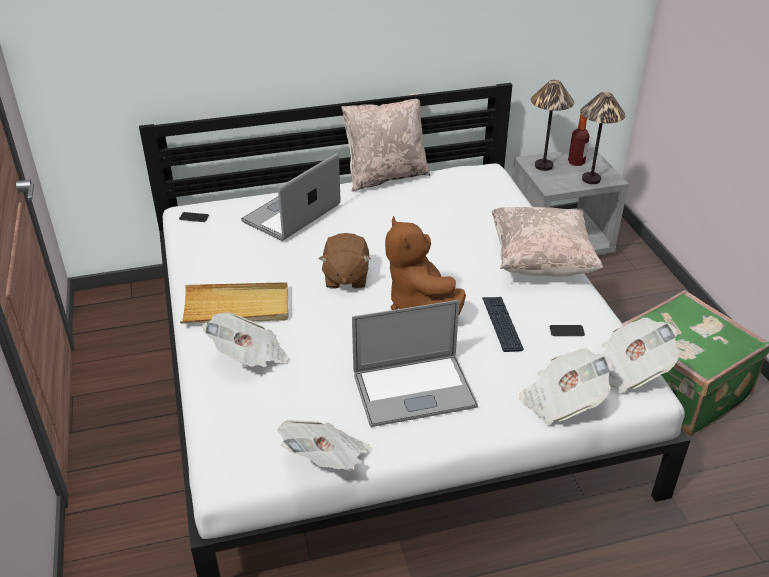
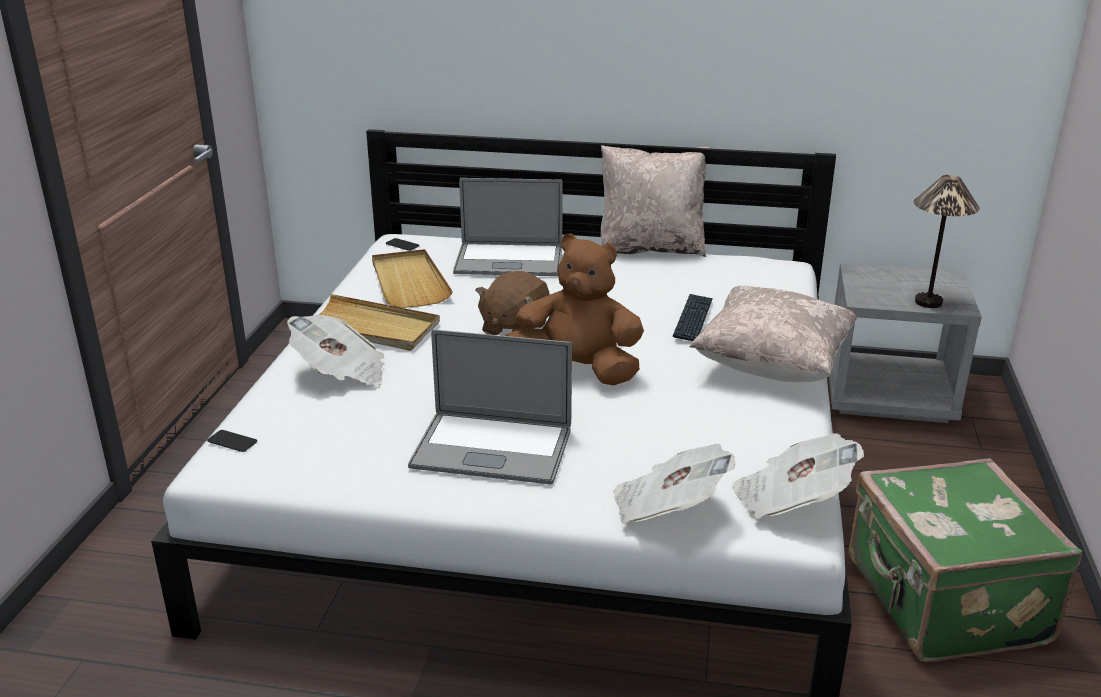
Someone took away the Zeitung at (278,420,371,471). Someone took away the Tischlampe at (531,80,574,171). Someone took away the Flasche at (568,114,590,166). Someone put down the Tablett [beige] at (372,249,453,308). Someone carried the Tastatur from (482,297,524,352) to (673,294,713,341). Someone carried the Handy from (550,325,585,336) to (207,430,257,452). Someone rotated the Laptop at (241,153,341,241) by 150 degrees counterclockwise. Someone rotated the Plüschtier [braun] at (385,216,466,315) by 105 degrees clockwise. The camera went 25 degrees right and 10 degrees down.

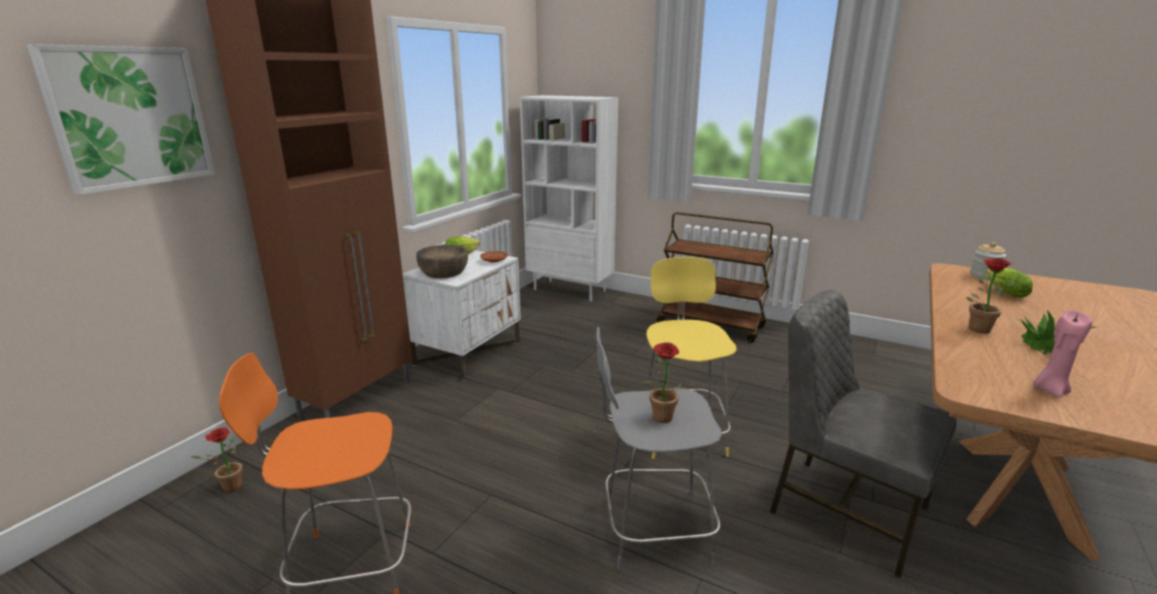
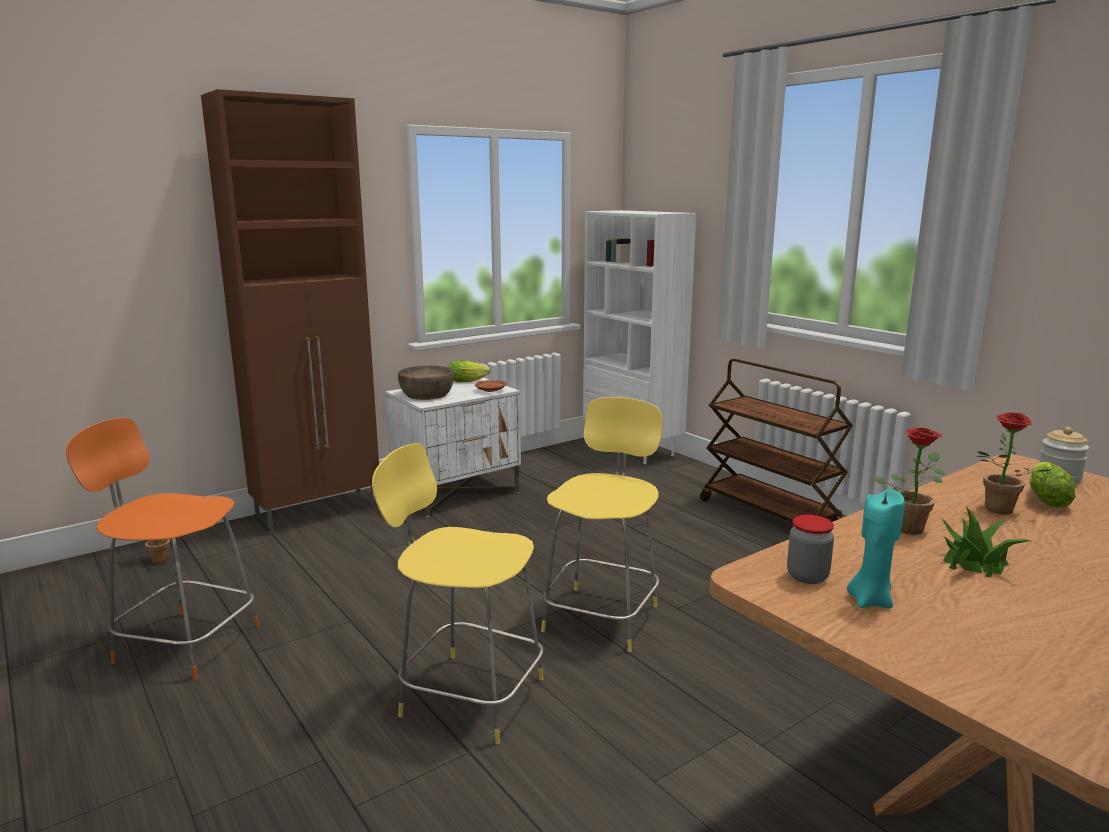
Someone took away the Bild at (27,44,215,195). Someone took away the Stuhl [grau] at (769,290,957,578). Someone put down the Vorratsglas at (787,515,834,584). Someone carried the Topfpflanze from (644,343,695,423) to (977,412,1050,514). Someone repainted the Hocker [grau] at (596,327,722,569), which became the Hocker [gelb] at (372,443,544,744). Someone repainted the Kerze [rosa] at (1033,310,1092,397), which became the Kerze [türkis] at (847,489,905,609). The camera went 25 degrees right and 5 degrees down.

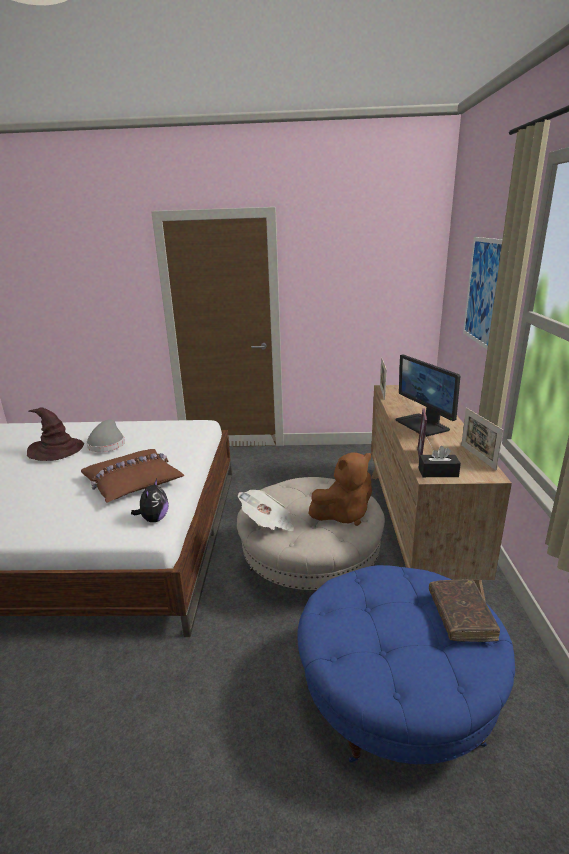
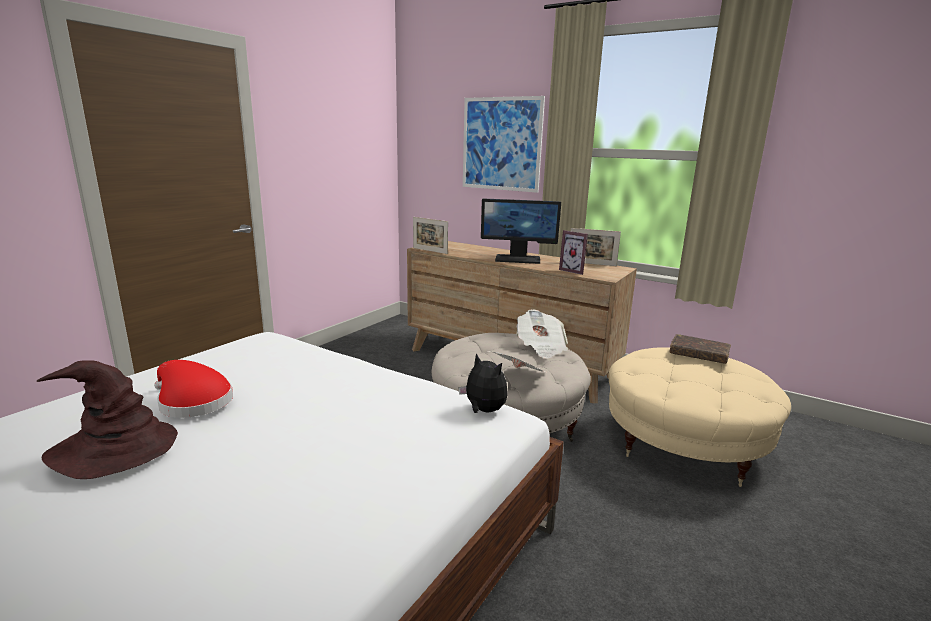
Someone took away the Kissen [braun] at (81,449,184,502). Someone took away the Taschentuchbox [schwarz] at (419,446,461,477). Someone swapped the Plüschtier [braun] at (309,452,372,526) for the Zeitung at (516,309,568,359). Someone repainted the Hut [grau] at (86,419,125,452), which became the Hut [rot] at (154,360,233,418). Someone repainted the Polsterhocker [blau] at (298,565,515,764), which became the Polsterhocker [beige] at (608,347,791,487). The camera went 60 degrees left and 5 degrees down.

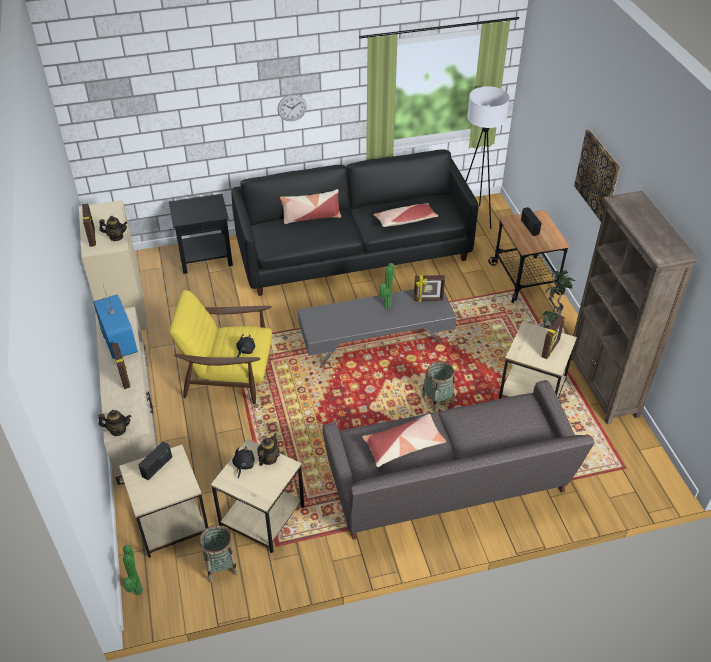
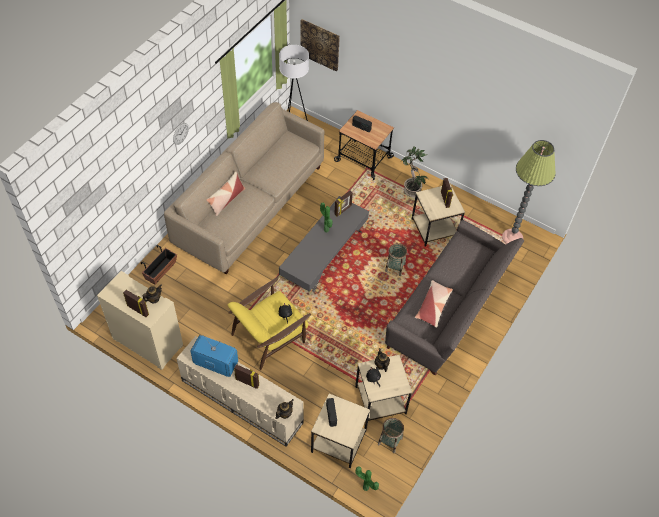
Someone took away the Kissen at (373,203,438,227). Someone took away the Bücherregal [braun] at (571,191,699,424). Someone put down the Stehlampe at (502,140,556,244). Someone carried the Bild from (574,130,621,221) to (301,19,340,72). Someone swapped the Beistelltisch [schwarz] at (169,194,233,274) for the Pflanzkübel at (141,245,177,285). Someone repainted the Sofa [schwarz] at (231,149,478,296), which became the Sofa [beige] at (164,102,324,274). The camera went 45 degrees left and 10 degrees up.

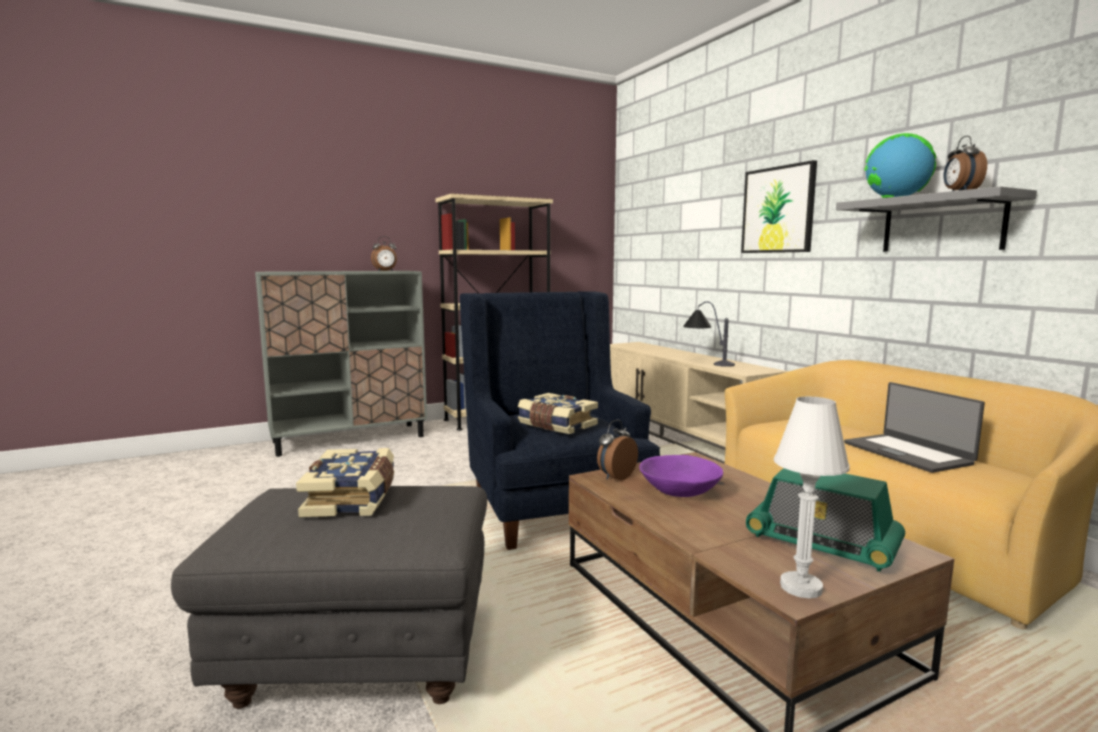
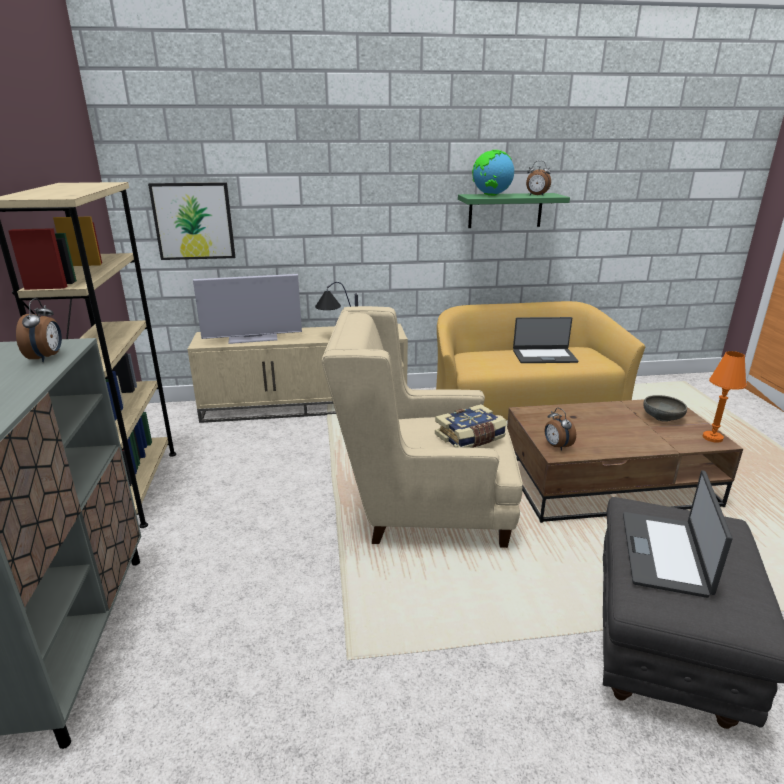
Someone took away the Schüssel [lila] at (639,455,723,497). Someone put down the Fernseher at (193,274,302,344). Someone carried the Bild from (741,160,817,253) to (148,182,235,260). Someone swapped the Buch at (296,448,395,518) for the Laptop at (623,470,733,598). Someone swapped the Radio at (746,468,905,572) for the Schüssel [grau] at (643,395,687,422). Someone repainted the Sessel [blau] at (460,291,660,550), which became the Sessel [beige] at (322,306,523,548). Someone repainted the Tischlampe [weiß] at (774,397,850,599), which became the Tischlampe [orange] at (703,351,746,443). Someone repainted the Wandregal [grau] at (836,186,1037,252), which became the Wandregal [grün] at (458,193,570,228). The camera went 70 degrees left and 15 degrees up.

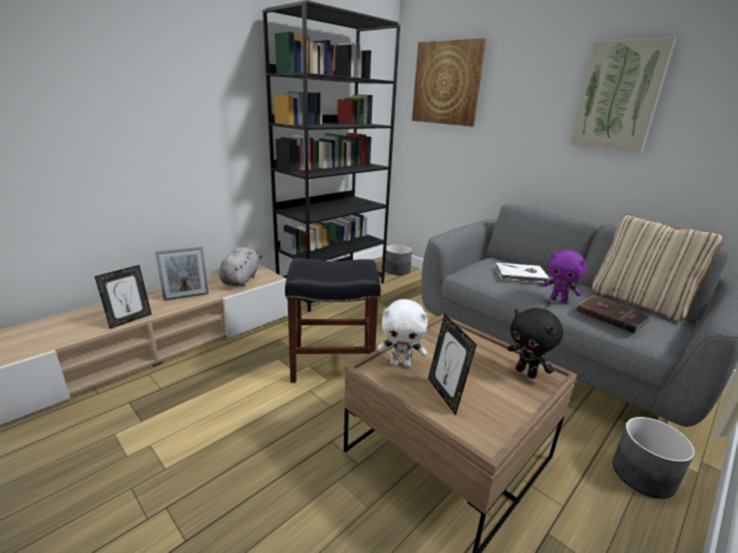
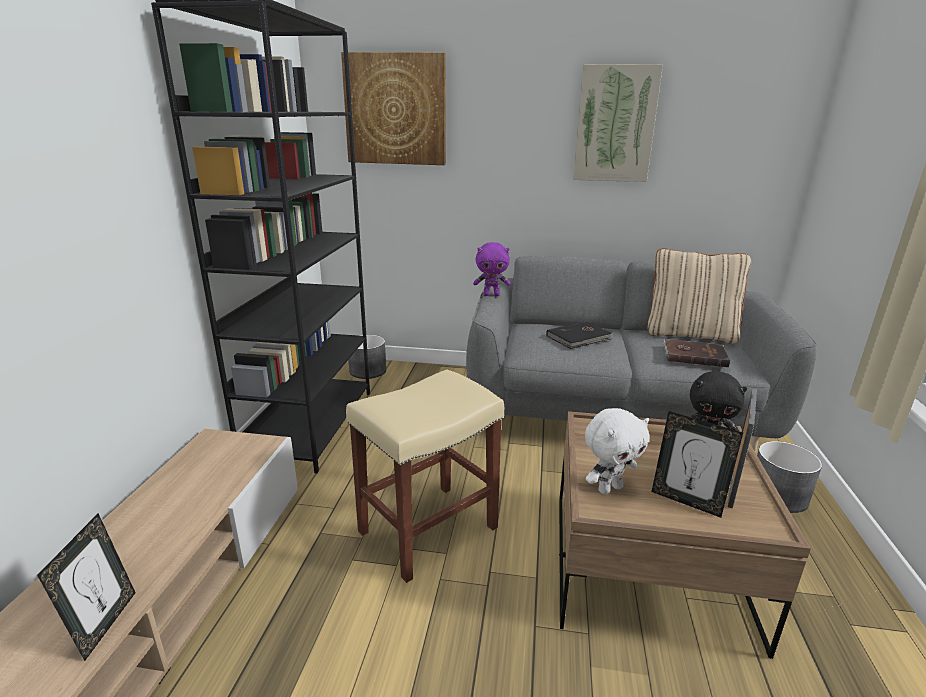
Someone took away the Plüschtier [grau] at (219,247,263,287). Someone carried the Bilderrahmen from (155,247,209,301) to (728,389,757,508). Someone carried the Plüschtier [lila] from (542,250,586,303) to (473,242,511,296). Someone repainted the Hocker [schwarz] at (285,258,381,383), which became the Hocker [beige] at (346,369,504,583). Someone repainted the Buch [weiß] at (495,263,551,283), which became the Buch [schwarz] at (546,321,613,349). The camera went 35 degrees left and 0 degrees up.

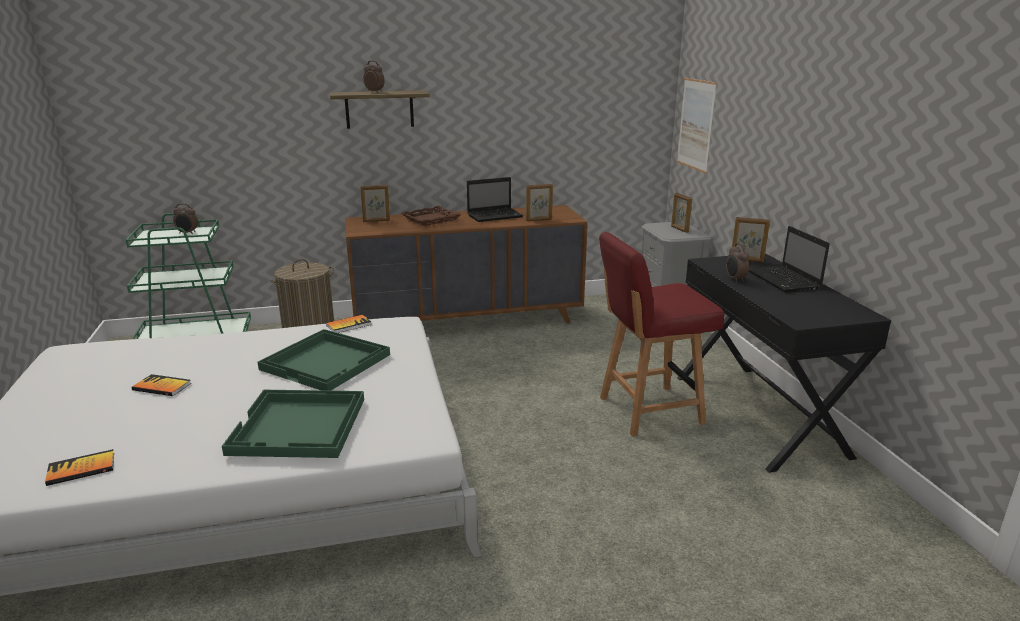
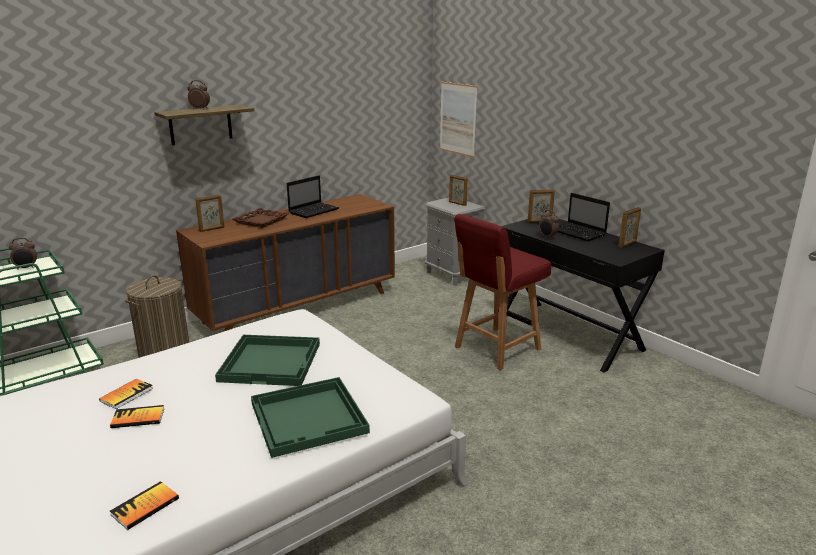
Someone carried the Buch from (326,315,371,333) to (99,379,153,409). Someone carried the Bilderrahmen from (526,184,553,221) to (618,207,641,248). The camera went 25 degrees left and 0 degrees up.

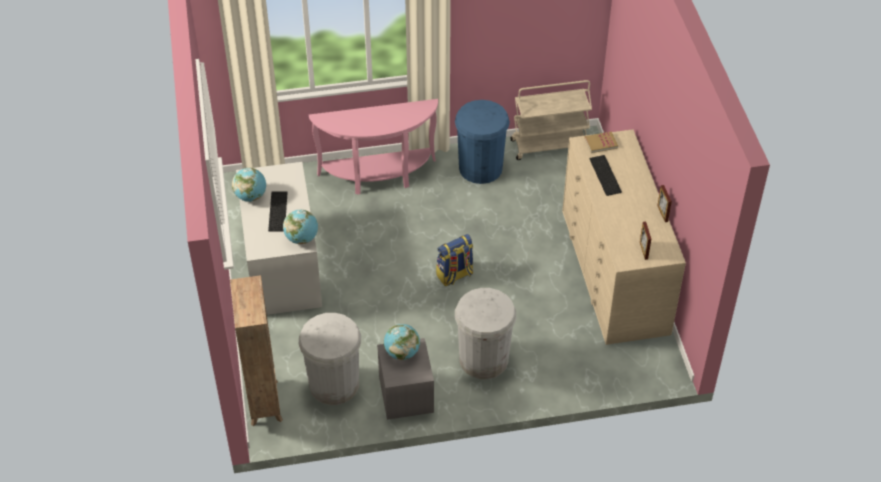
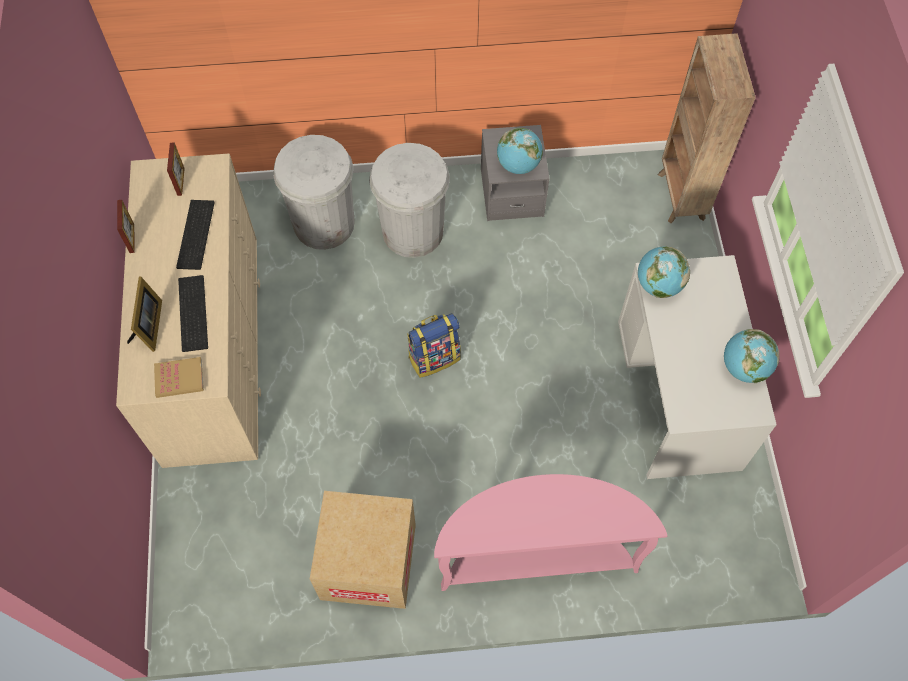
Someone took away the Rollwagen [beige] at (510,80,592,160). Someone put down the Bilderrahmen at (127,276,162,352). Someone carried the Tastatur from (268,191,288,232) to (176,200,215,270). Someone carried the Mülleimer [weiß] from (299,313,361,405) to (273,135,355,250). Someone swapped the Mülleimer [blau] at (455,100,510,184) for the Karton at (310,491,416,609). The camera went 175 degrees left and 15 degrees up.

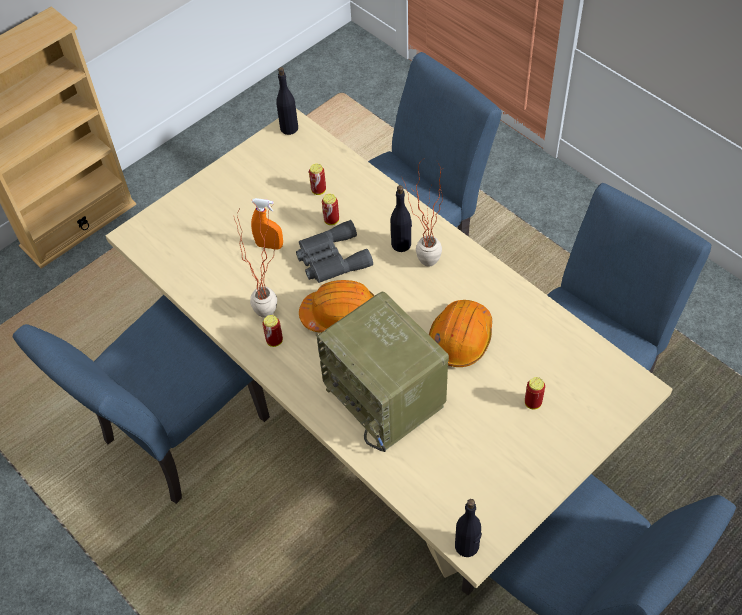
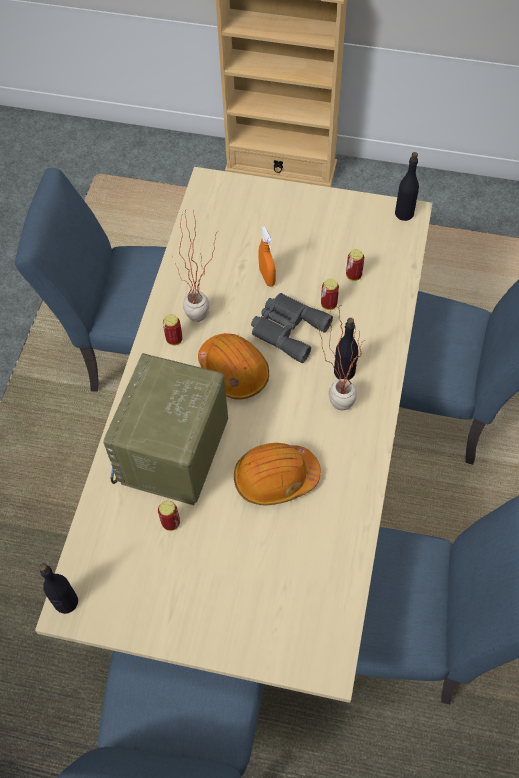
Someone carried the Dose from (525,377,545,410) to (158,501,180,531). The camera went 55 degrees right and 5 degrees up.

